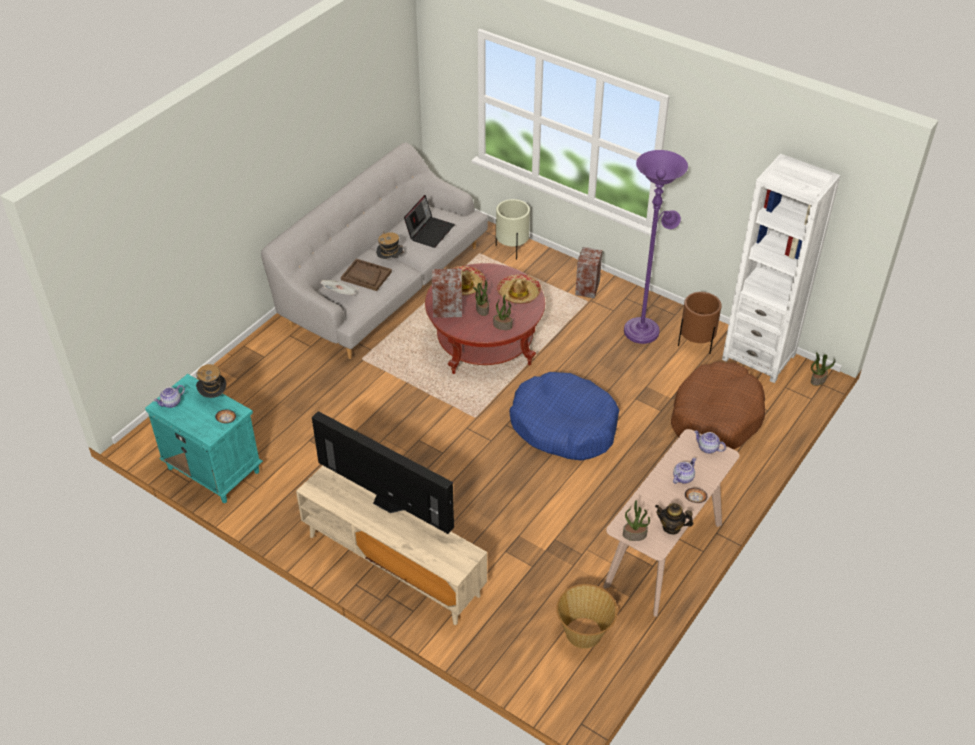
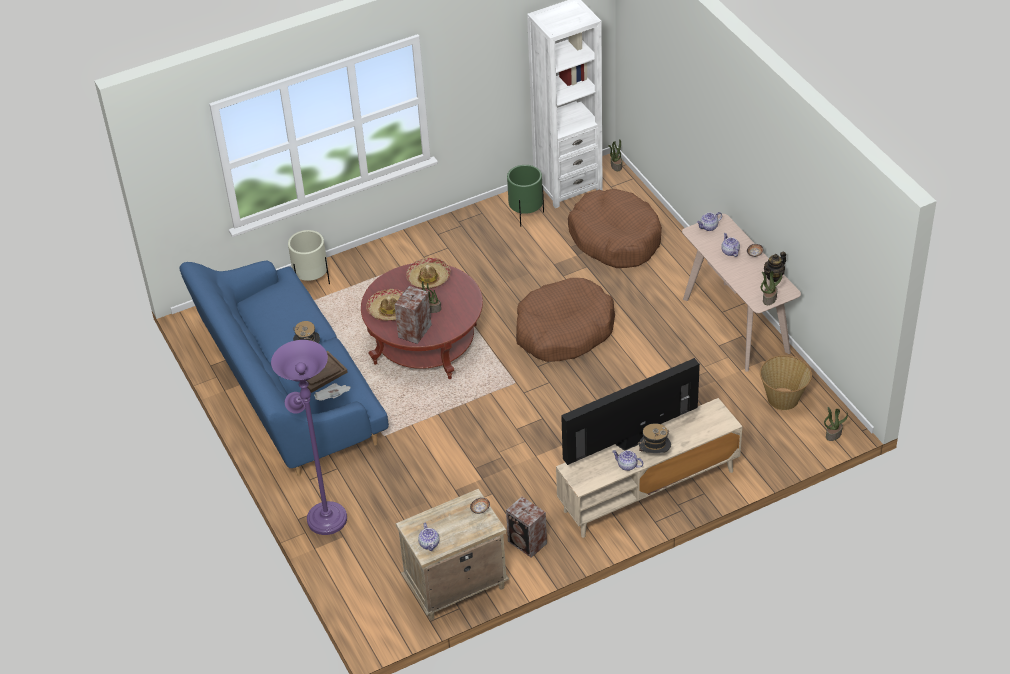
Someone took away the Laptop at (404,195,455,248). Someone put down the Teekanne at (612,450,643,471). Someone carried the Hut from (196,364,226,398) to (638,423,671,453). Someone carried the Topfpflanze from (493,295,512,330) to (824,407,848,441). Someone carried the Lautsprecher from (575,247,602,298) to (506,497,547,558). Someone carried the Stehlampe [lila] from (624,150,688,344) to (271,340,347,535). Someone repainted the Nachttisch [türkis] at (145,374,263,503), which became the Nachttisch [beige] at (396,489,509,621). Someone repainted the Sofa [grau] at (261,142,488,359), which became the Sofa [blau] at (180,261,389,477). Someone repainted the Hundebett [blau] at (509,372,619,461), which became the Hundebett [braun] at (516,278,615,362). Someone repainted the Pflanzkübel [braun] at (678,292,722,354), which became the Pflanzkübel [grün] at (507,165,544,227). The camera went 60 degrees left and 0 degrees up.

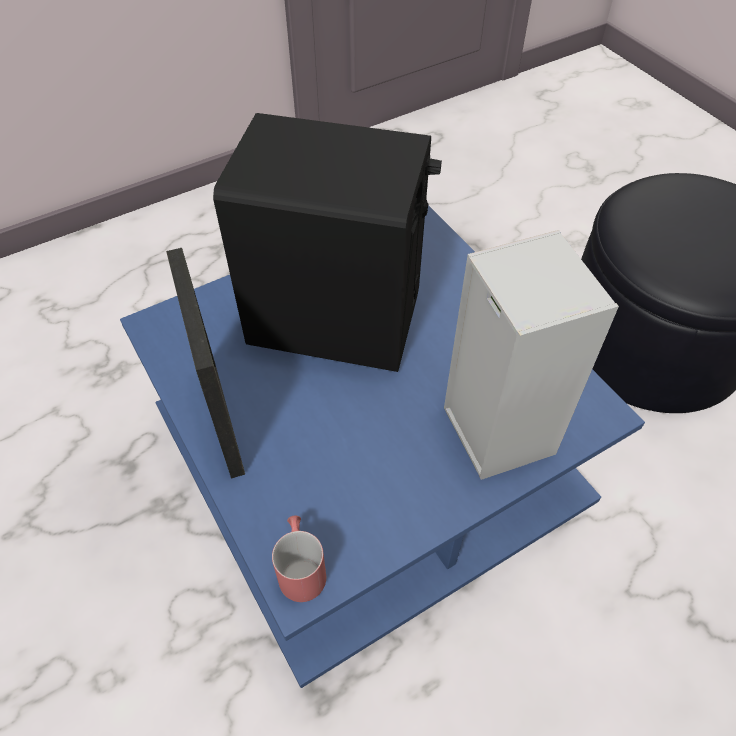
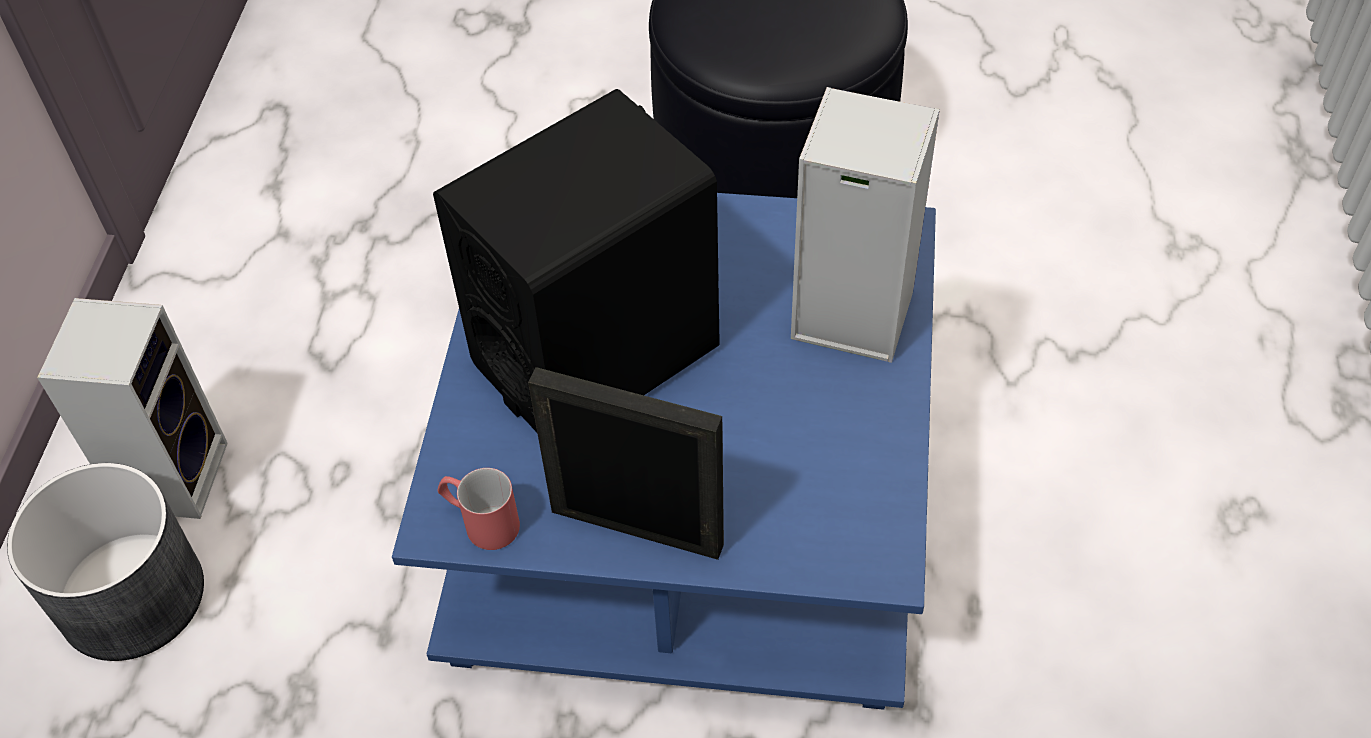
Someone put down the Pflanzkübel [grau] at (7,463,204,661). Someone put down the Lautsprecher at (37,298,228,519). Someone carried the Henkelbecher [rot] from (272,516,326,602) to (438,468,520,550). The camera went 50 degrees left and 0 degrees up.

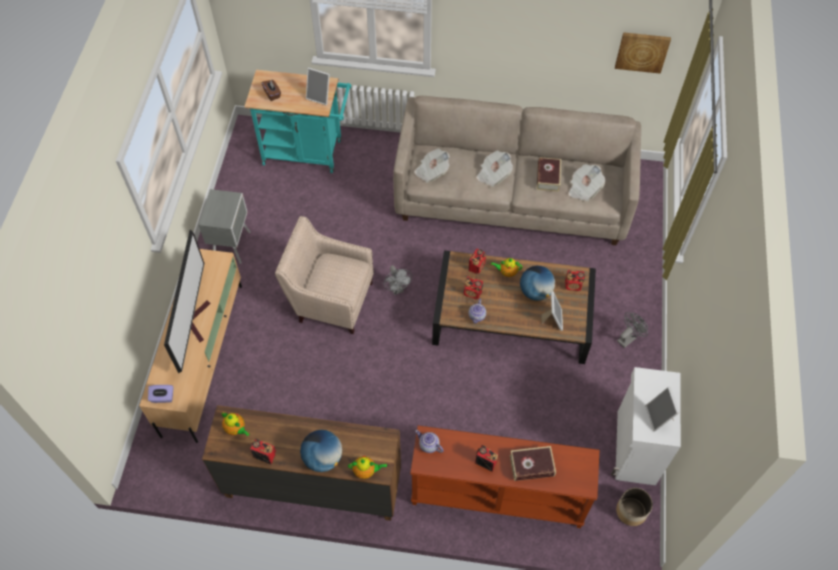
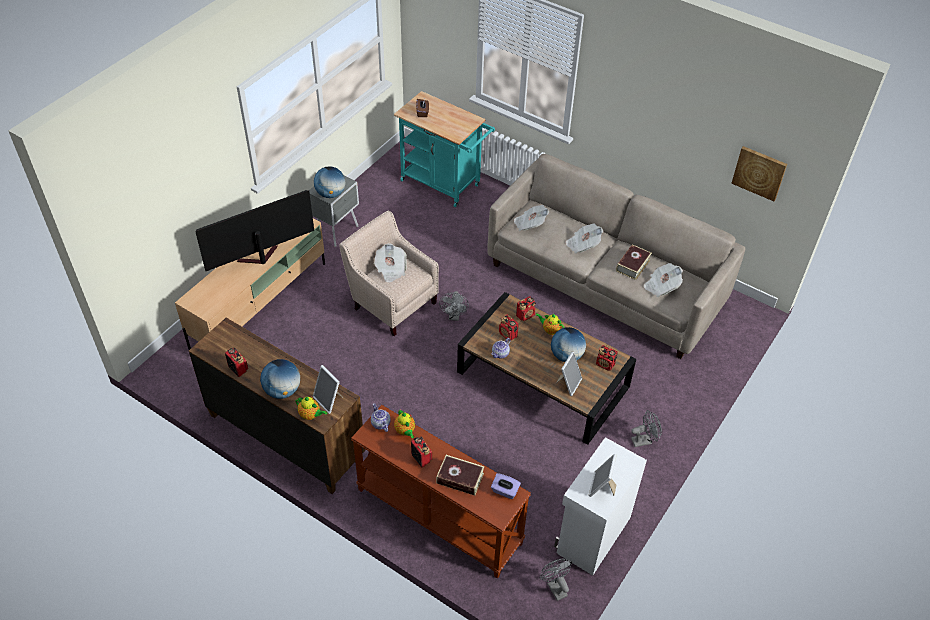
Someone put down the Globus at (314,166,345,198). Someone put down the Zeitung at (374,243,407,283). Someone carried the Taschentuchbox [lila] from (148,385,173,403) to (491,473,521,499). Someone carried the Teekanne from (222,413,249,436) to (394,410,415,438). Someone carried the Bilderrahmen from (306,67,330,105) to (313,365,342,414). Someone swapped the Pflanzkübel at (616,488,653,526) for the Ventilator [grau] at (539,559,572,601). Someone rotated the Fernseher at (164,230,211,373) by 150 degrees counterclockwise. The camera went 25 degrees right and 10 degrees down.

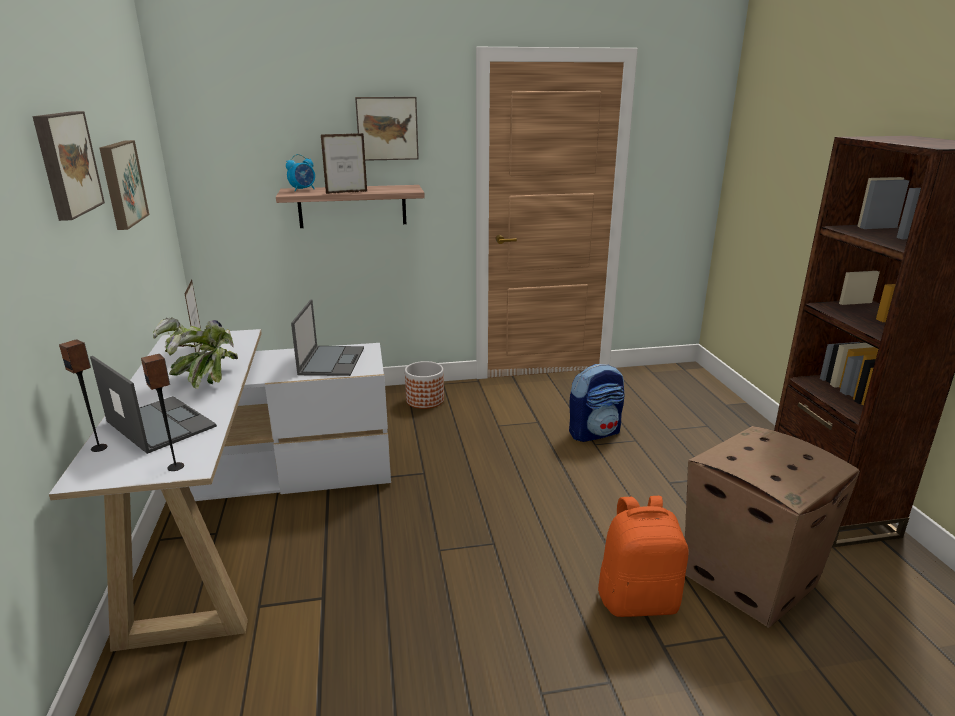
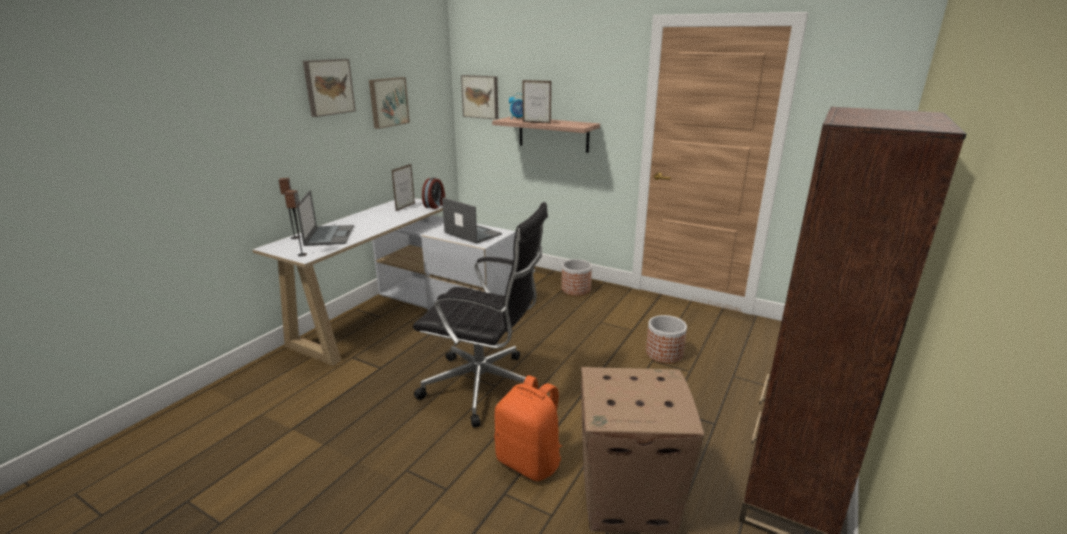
Someone took away the Topfpflanze at (153,317,238,389). Someone put down the Bürostuhl [schwarz] at (413,202,548,428). Someone put down the Wecker at (422,177,445,209). Someone carried the Bild from (355,97,419,161) to (461,75,498,119). Someone swapped the Rucksack at (569,364,625,442) for the Pflanzkübel at (646,315,687,363). Someone rotated the Laptop at (291,299,364,376) by 90 degrees counterclockwise. The camera went 40 degrees right and 0 degrees up.

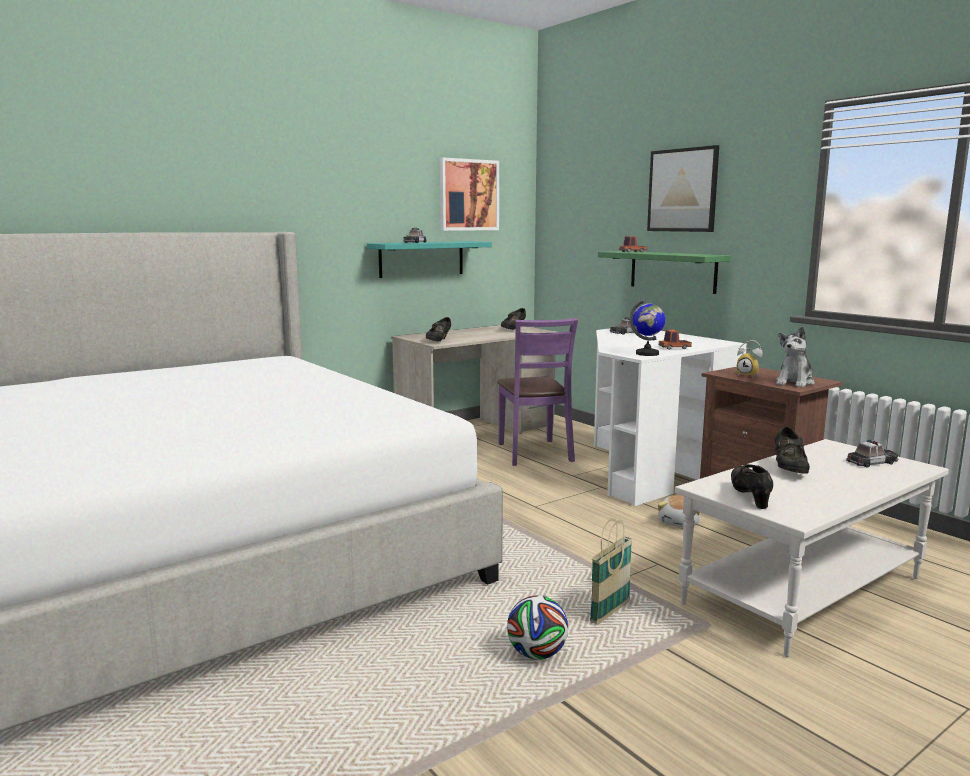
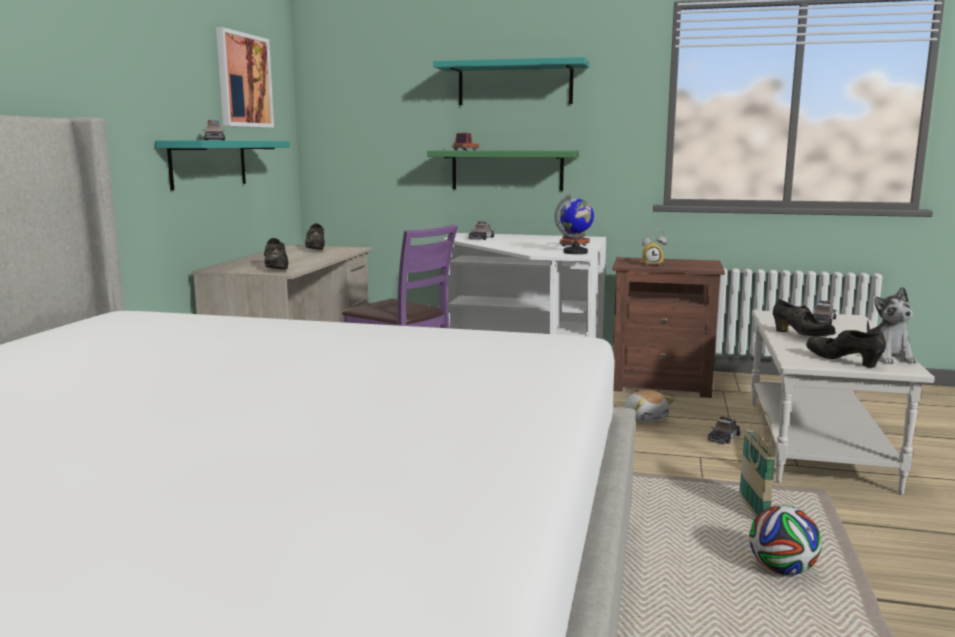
Someone put down the Spielzeugauto at (707,417,740,444). Someone carried the Plüschtier from (776,327,815,388) to (867,287,917,364). Someone swapped the Bild at (647,145,719,232) for the Wandregal [türkis] at (433,57,589,105). The camera went 40 degrees left and 0 degrees up.

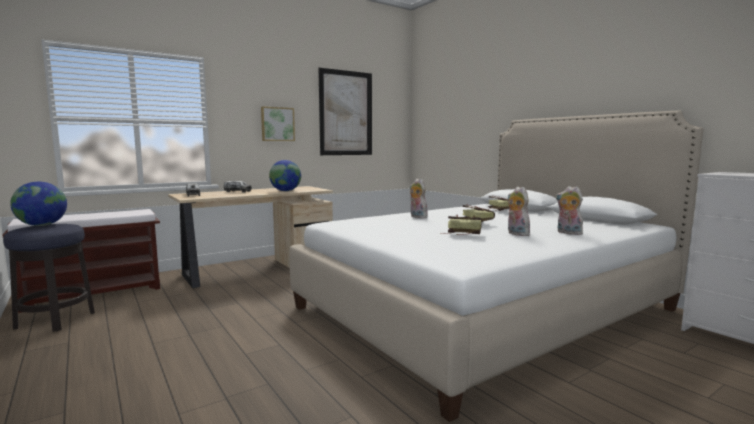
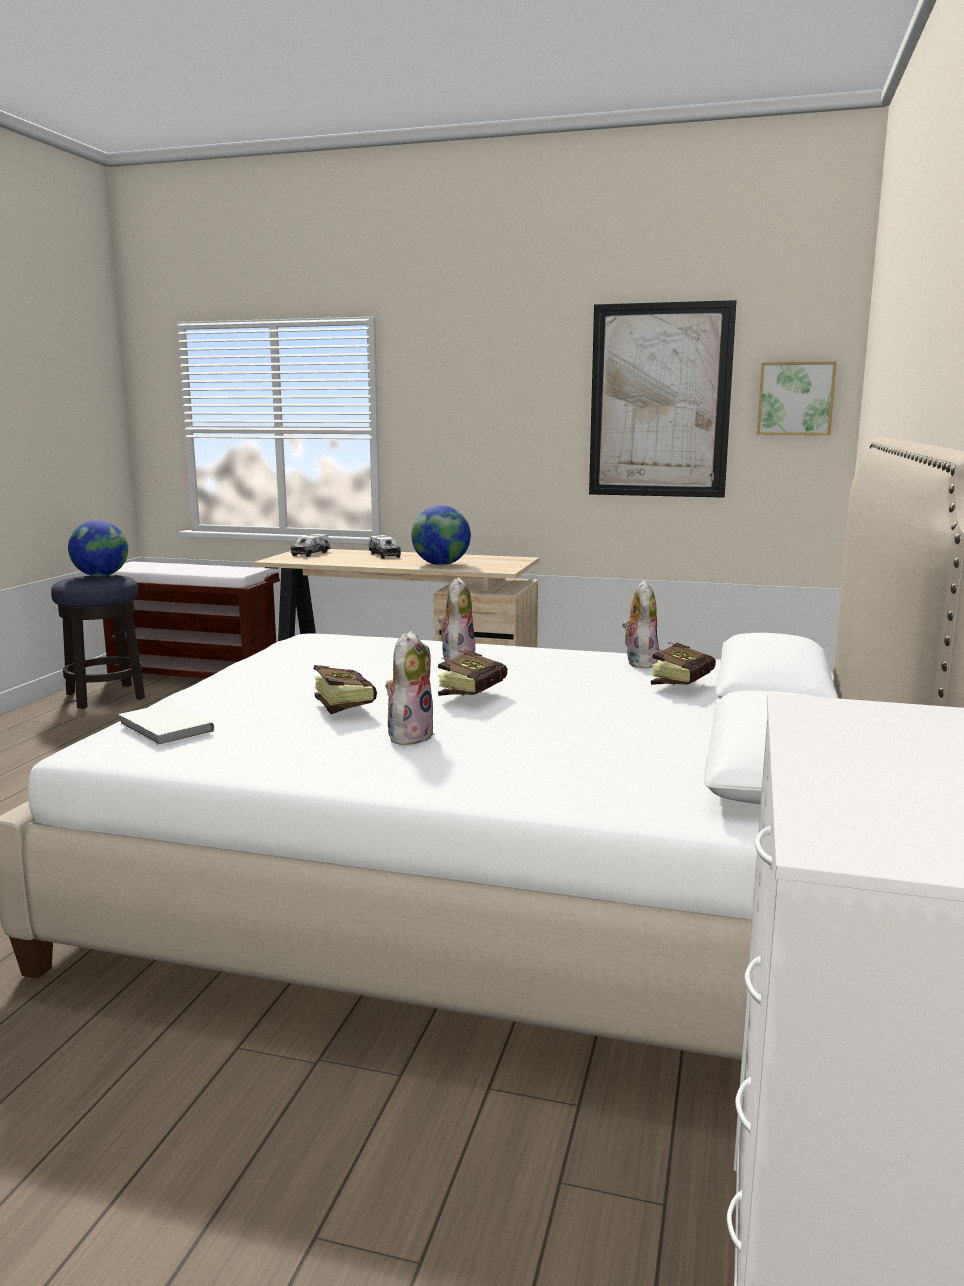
Someone put down the Buch [weiß] at (118,703,214,746). Someone carried the Bild from (261,106,295,141) to (757,361,837,435). Someone carried the Plüschtier from (556,186,583,235) to (622,580,659,669). The camera went 50 degrees right and 5 degrees up.

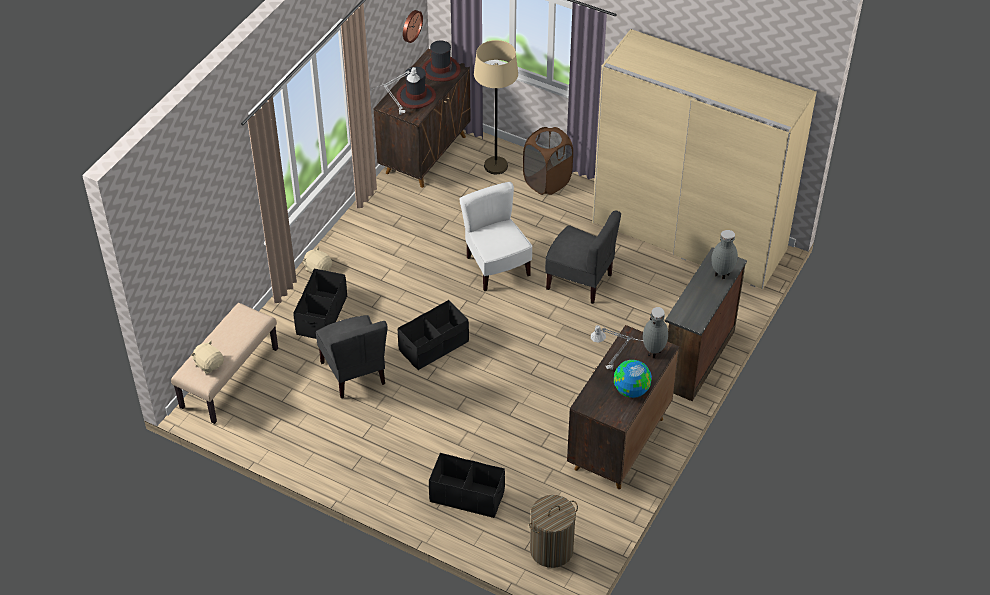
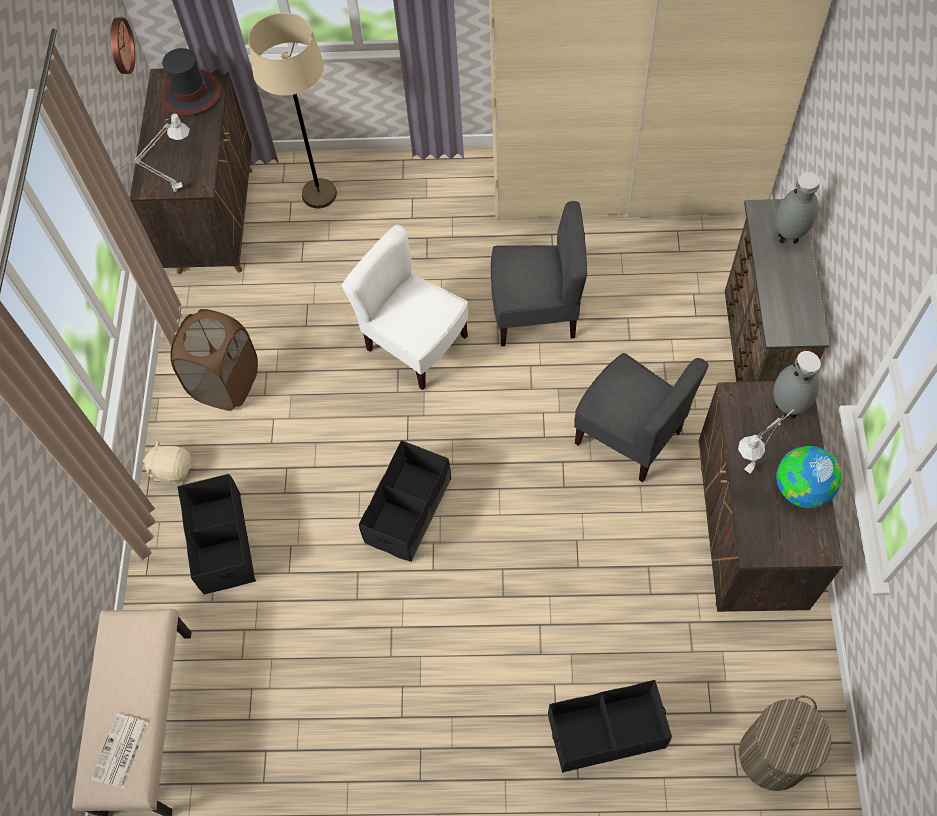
Someone took away the Hut at (397,67,436,109). Someone carried the Stuhl [grau] from (316,315,388,398) to (574,353,708,483). Someone carried the Wäschekorb [braun] from (523,127,573,195) to (170,309,258,411). Someone swapped the Plüschtier [beige] at (191,341,224,374) for the Zeitung at (91,713,149,789). The camera went 25 degrees left and 15 degrees up.

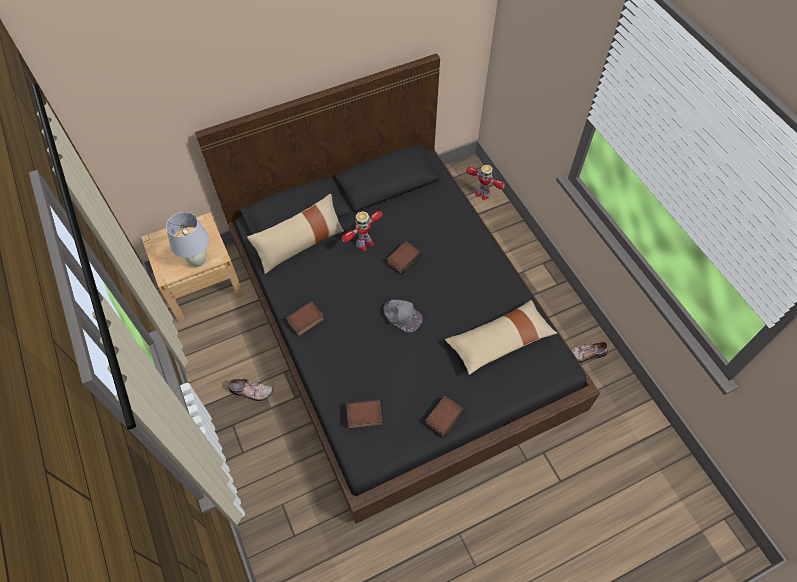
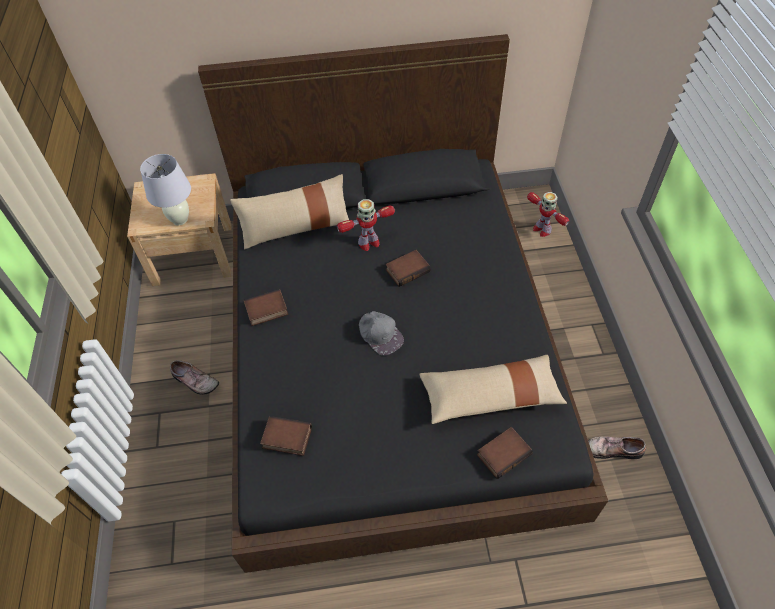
Someone carried the Buch from (425,396,465,438) to (477,427,533,479). The camera went 20 degrees right and 5 degrees down.

